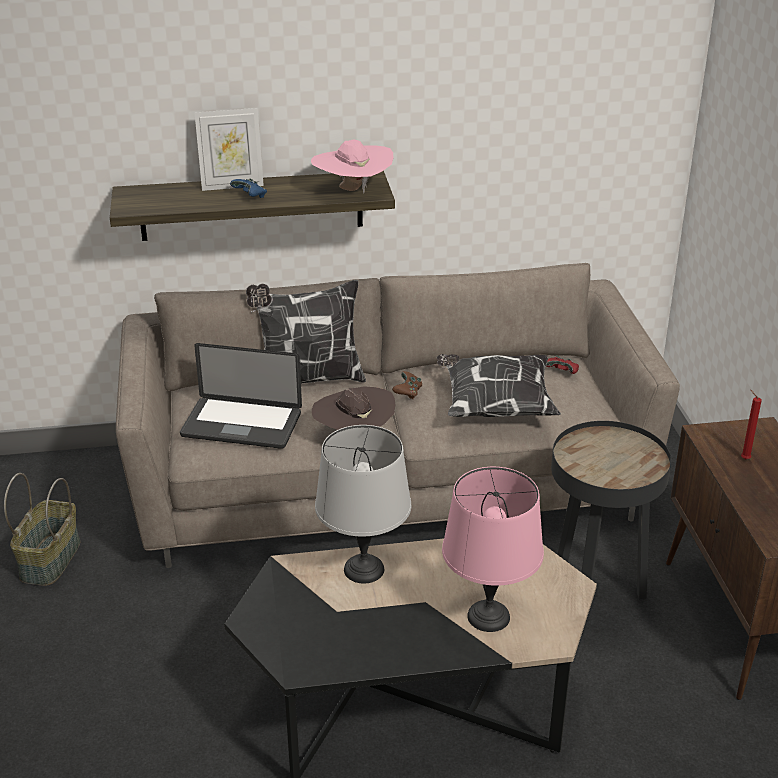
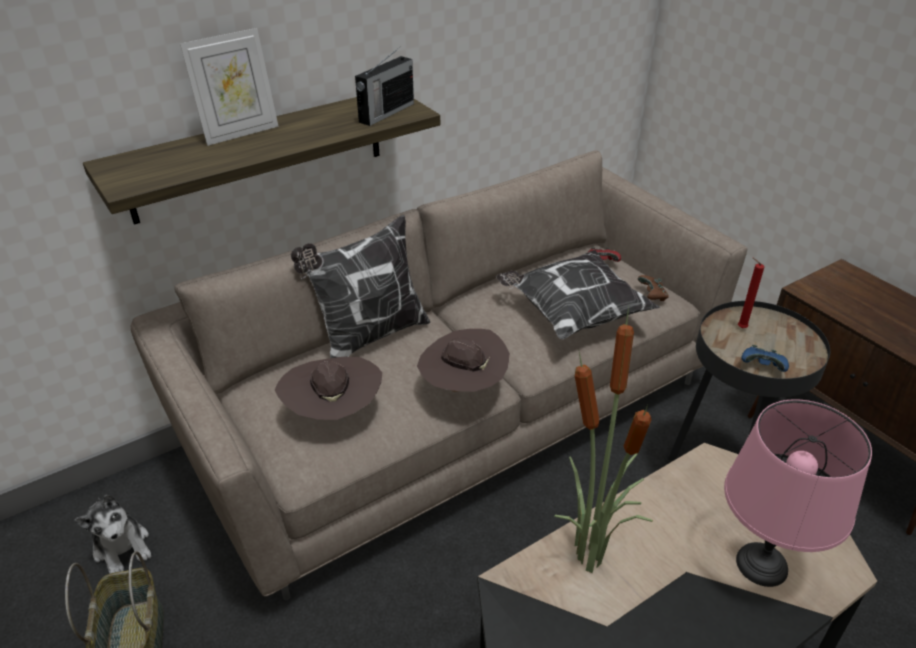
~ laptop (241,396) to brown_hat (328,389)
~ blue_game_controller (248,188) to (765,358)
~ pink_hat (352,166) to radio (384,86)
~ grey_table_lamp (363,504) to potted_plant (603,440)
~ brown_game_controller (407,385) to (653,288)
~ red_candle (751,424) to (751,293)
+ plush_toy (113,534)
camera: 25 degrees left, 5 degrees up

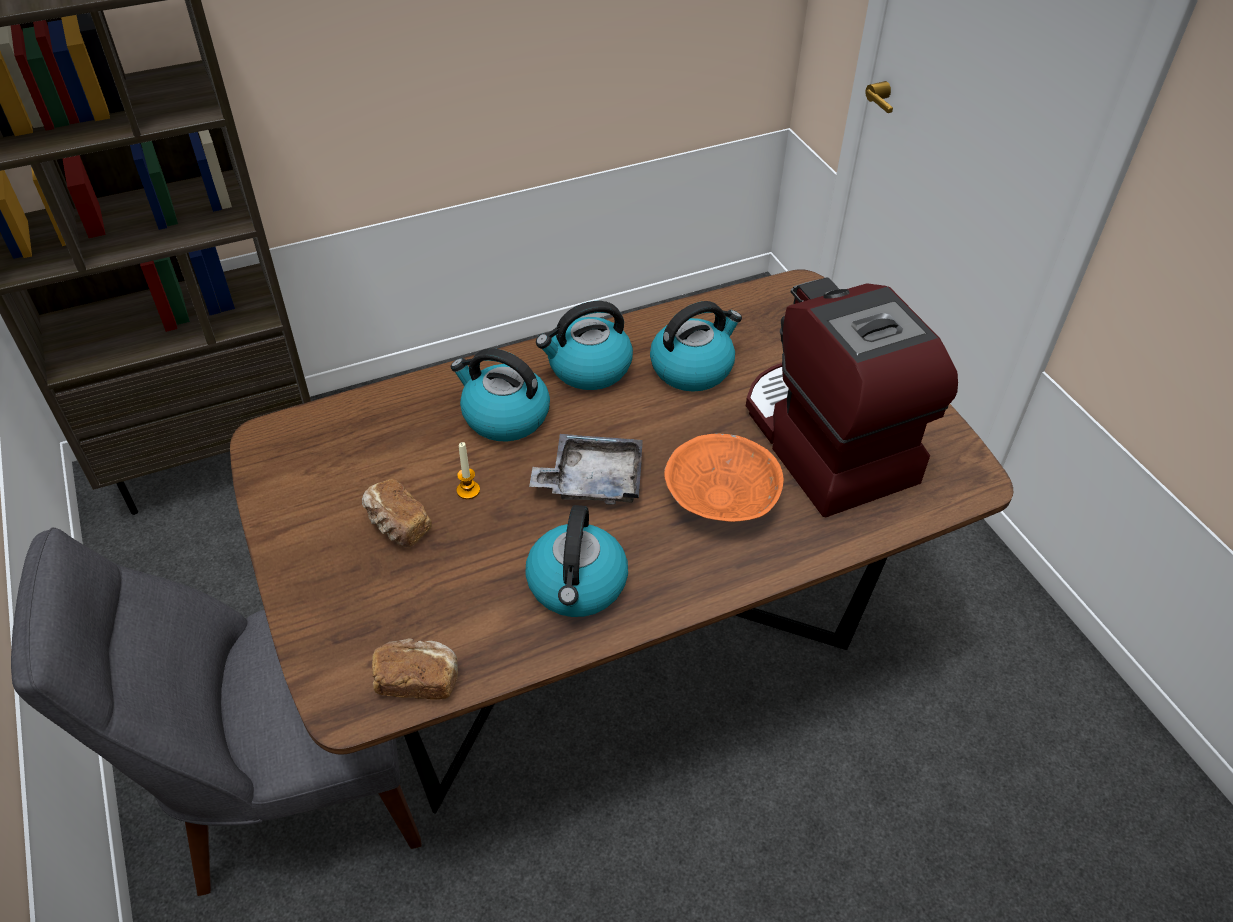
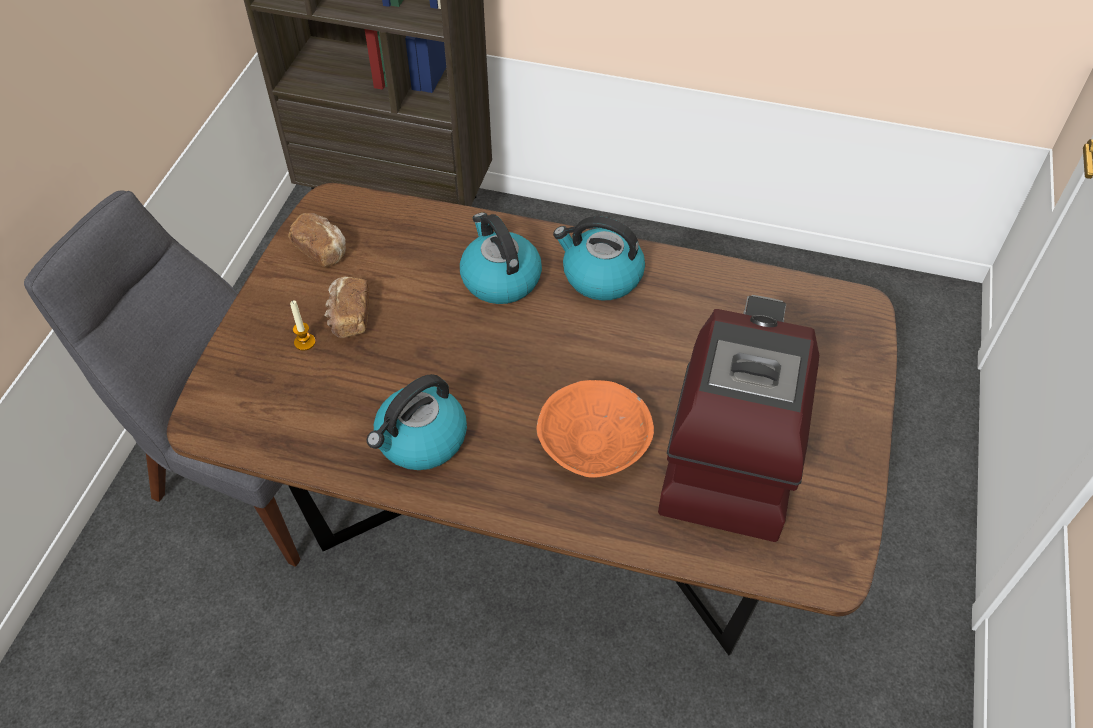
~ bread (415,669) to (317,240)
~ candle (468,470) to (303,326)
- grey_tray (586,469)
- kettle (696,346)
camera: 40 degrees right, 5 degrees up

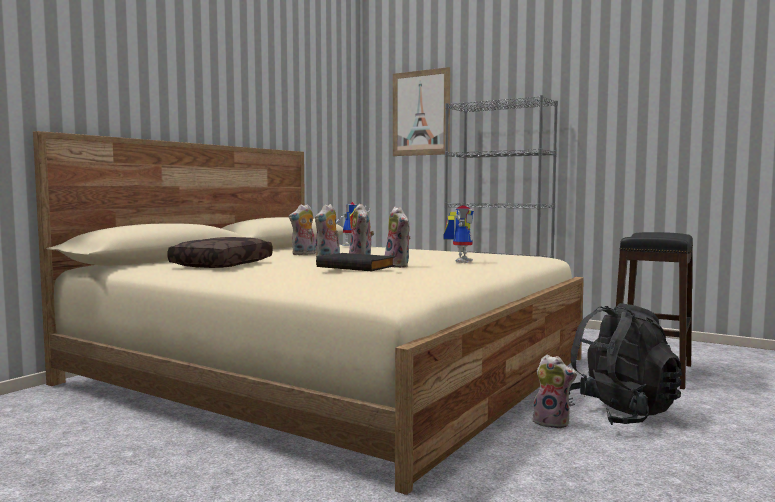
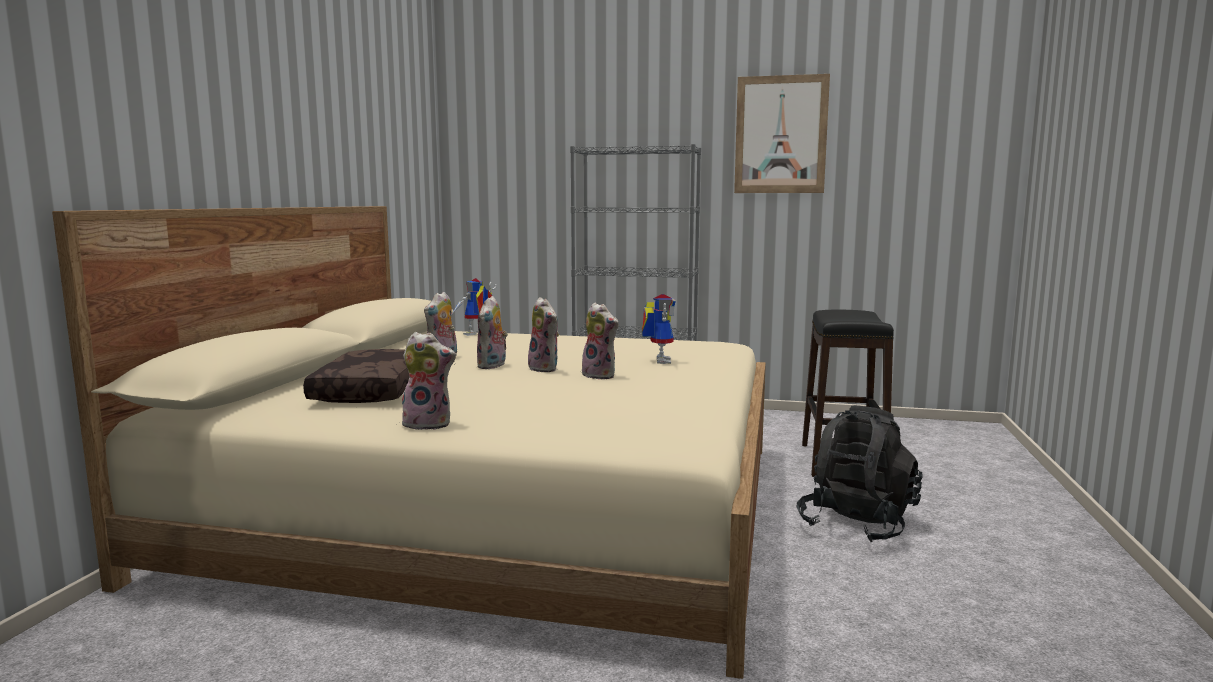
- black_book (355,262)
~ picture (421,111) to (782,133)
~ plush_toy (554,392) to (429,381)
camera: 20 degrees left, 5 degrees up

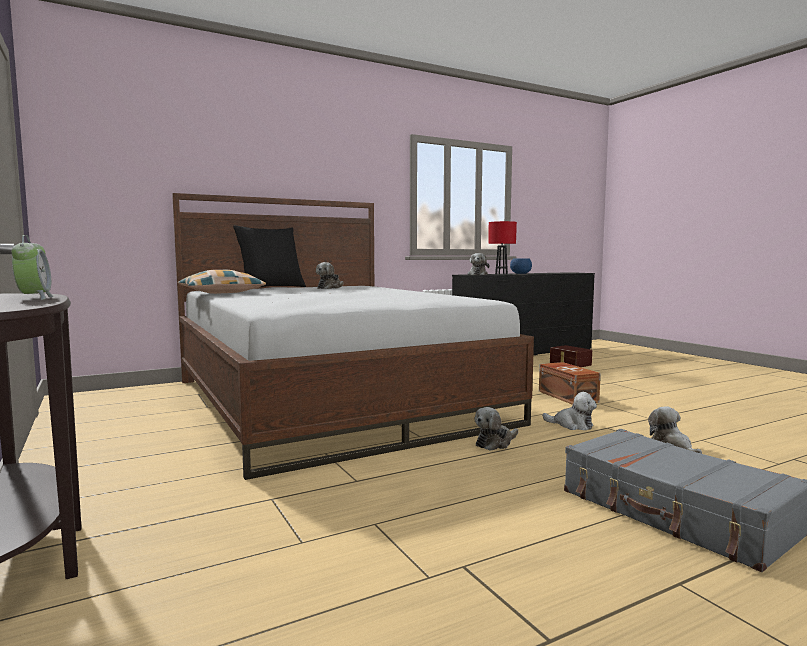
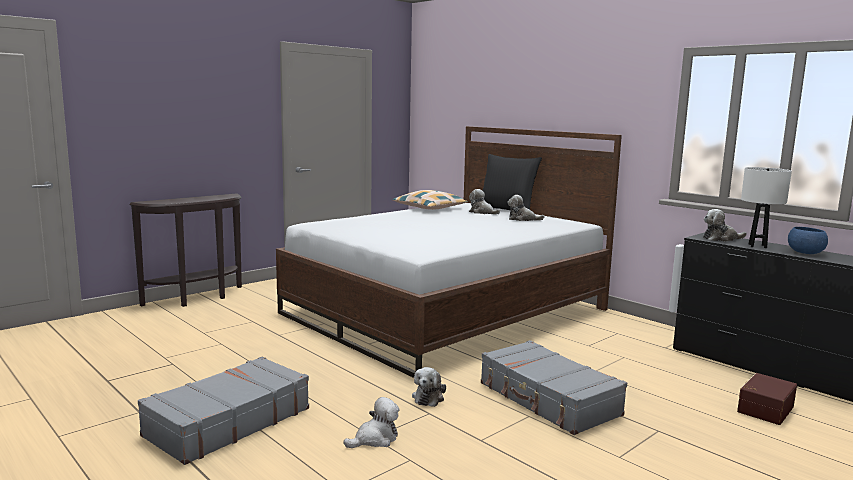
- alarm_clock (33,267)
~ plush_toy (496,429) to (484,201)
~ red_table_lamp (502,248) to white_table_lamp (766,207)
~ brown_storage_box (570,383) to grey_suitcase (554,387)
camera: 75 degrees right, 5 degrees up

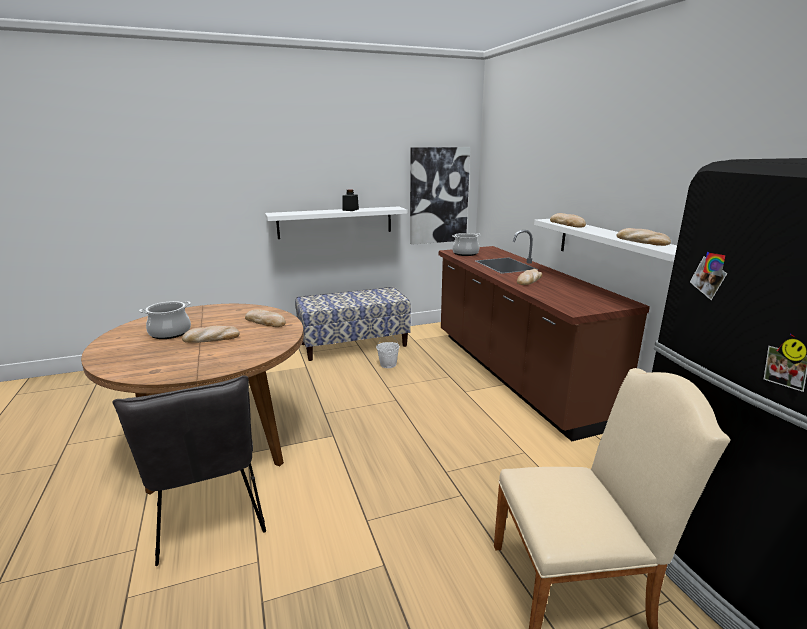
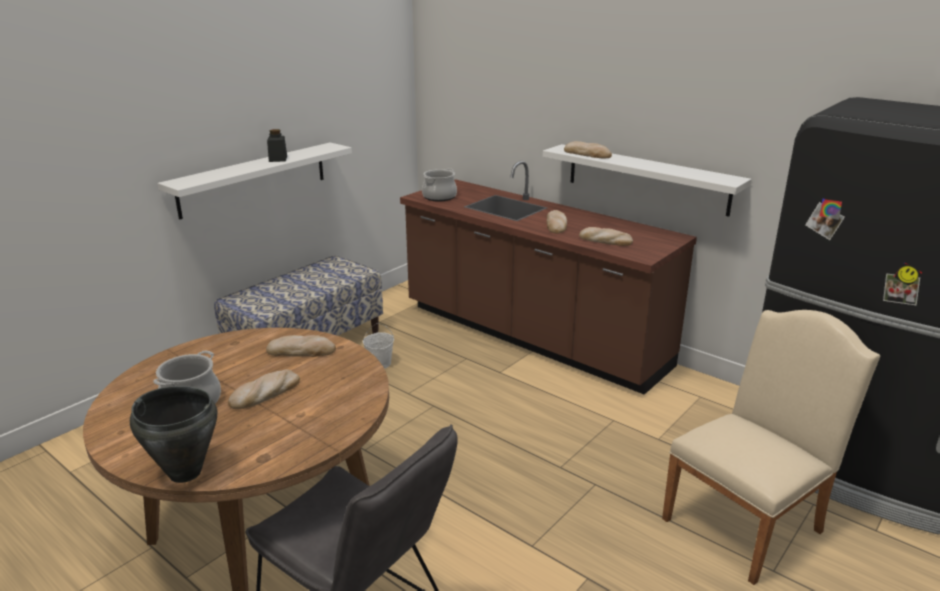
- picture (440,196)
~ bread (644,237) to (606,236)
+ black_cooking_pot (173,434)
camera: 30 degrees left, 5 degrees up

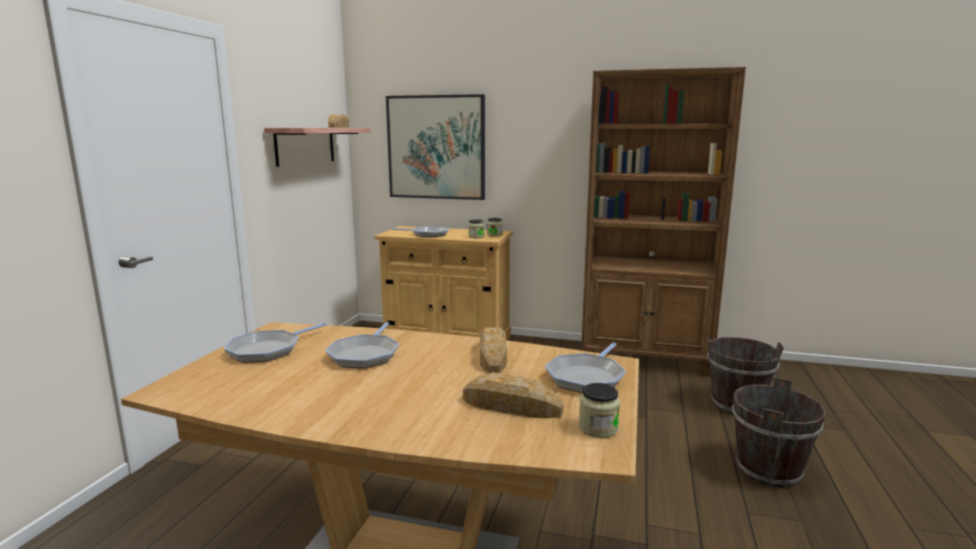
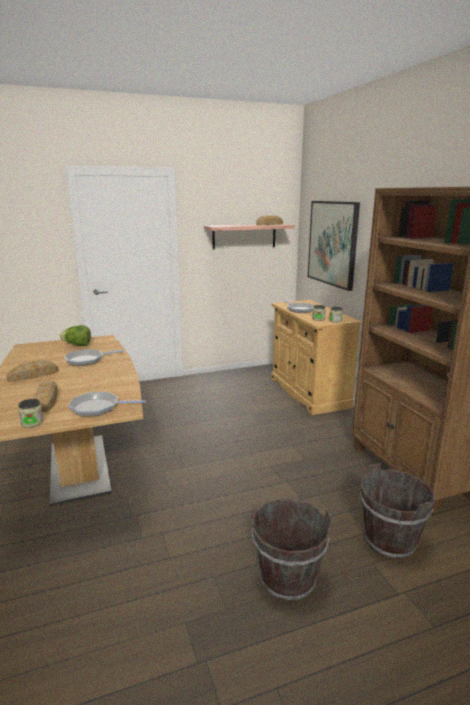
~ frying_pan (275,343) to lettuce (75,335)
~ bread (493,350) to (32,371)
camera: 55 degrees right, 5 degrees up

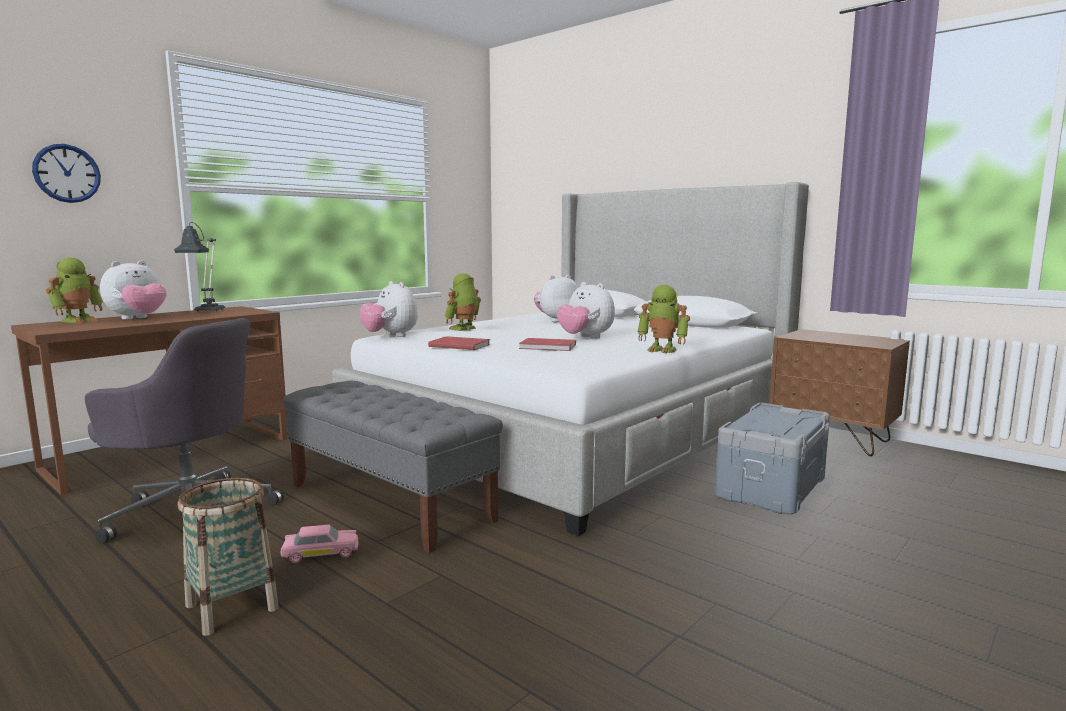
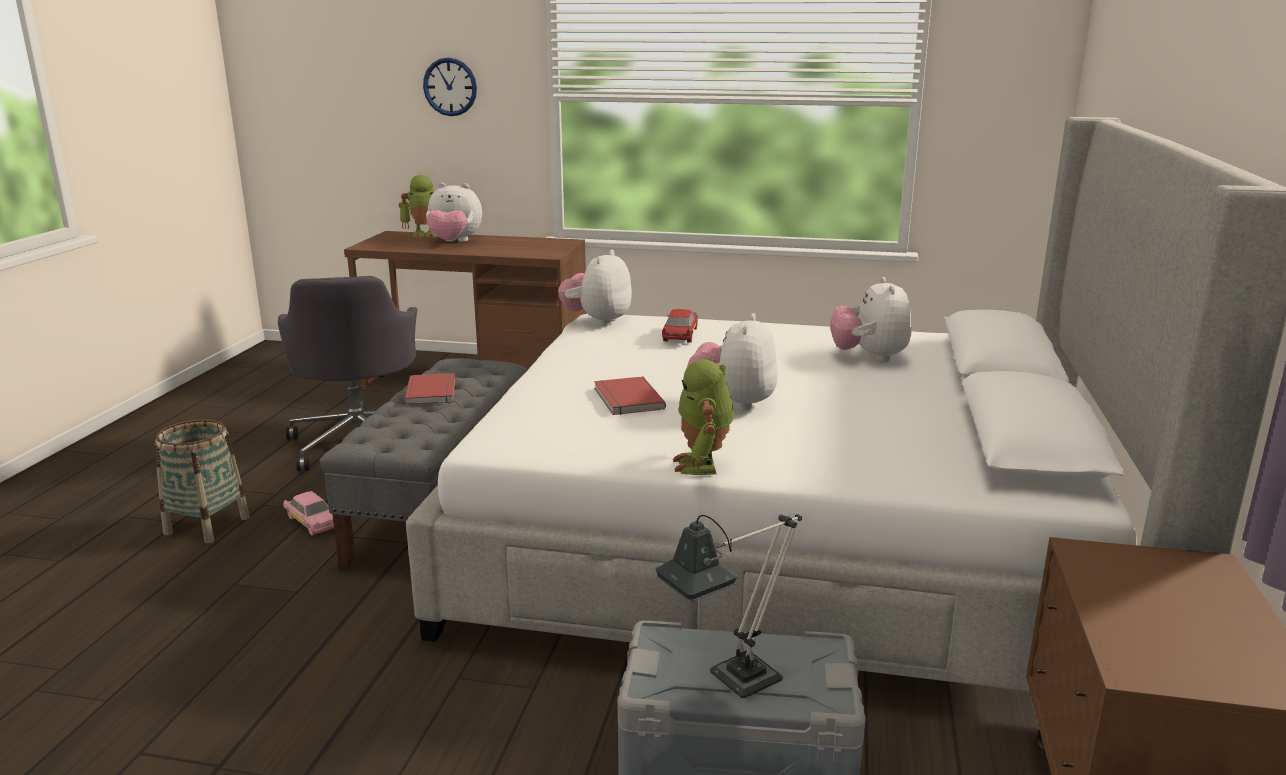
~ table_lamp (199,267) to (728,606)
~ red_book (459,343) to (430,389)
~ toy_robot (463,302) to red_toy_car (680,326)
~ plush_toy (556,298) = (870,319) 120 degrees counterclockwise
camera: 60 degrees right, 10 degrees up

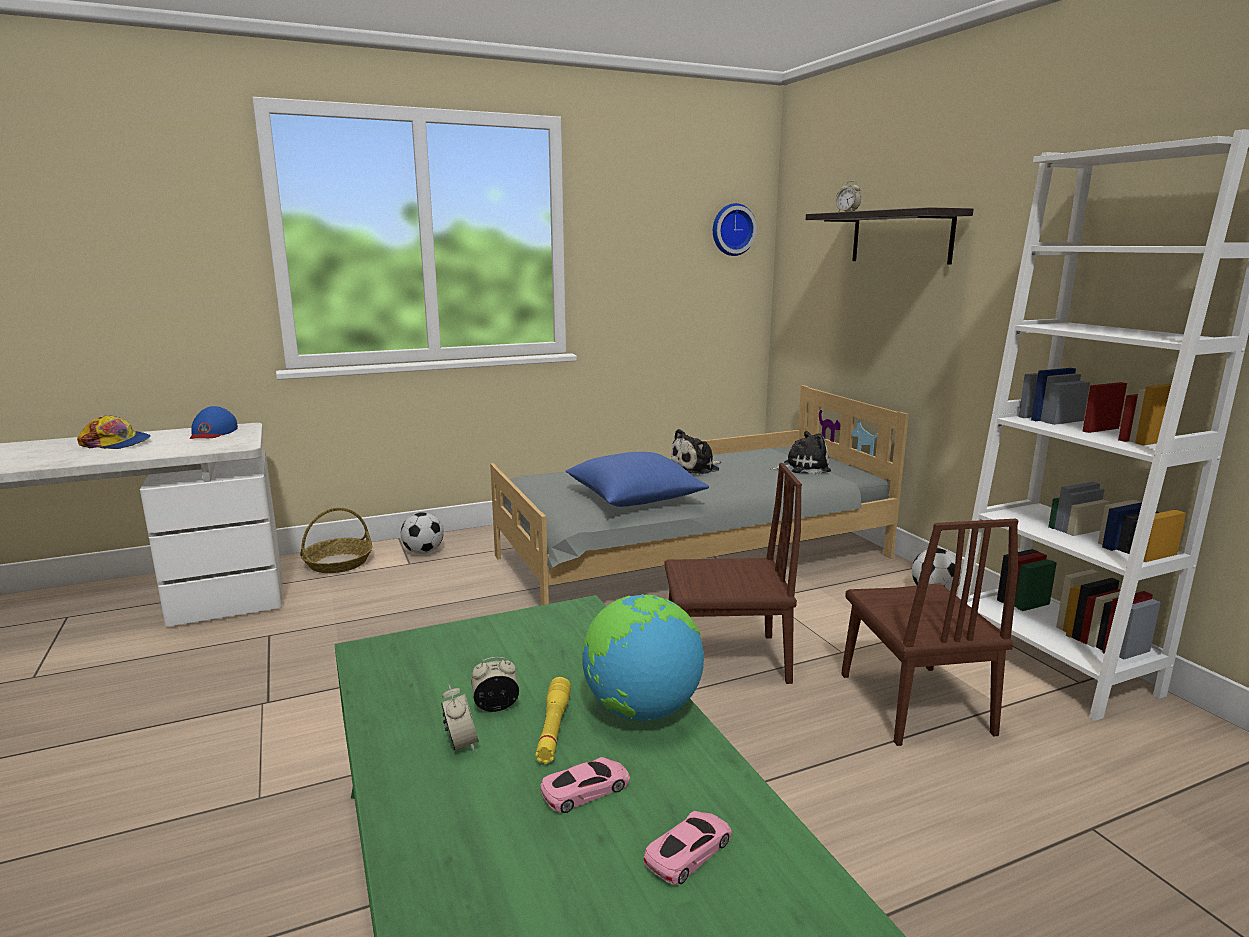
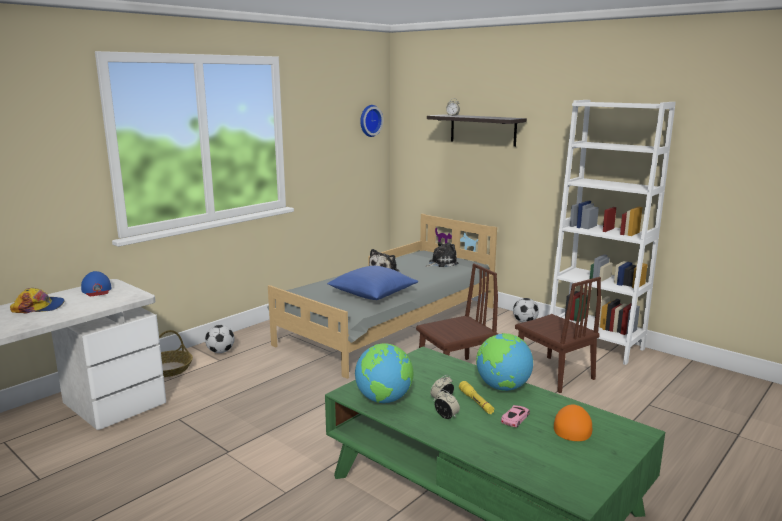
~ pink_toy_car (688,848) to orange_cap (573,423)
+ globe (384,373)
camera: 25 degrees left, 0 degrees up

